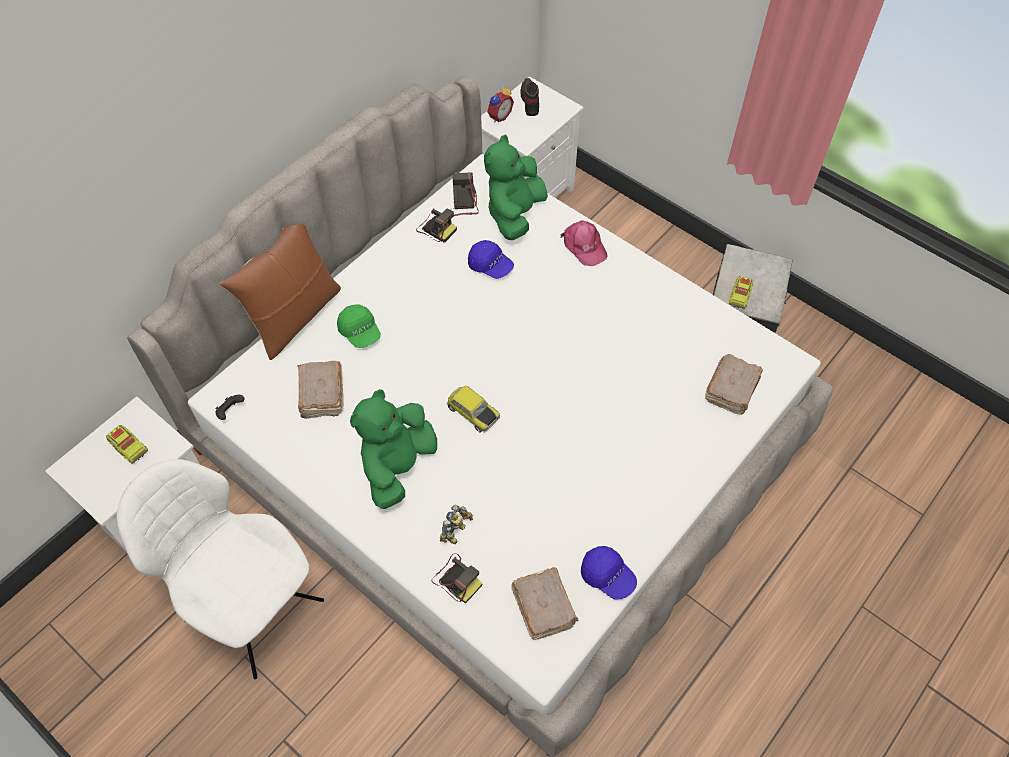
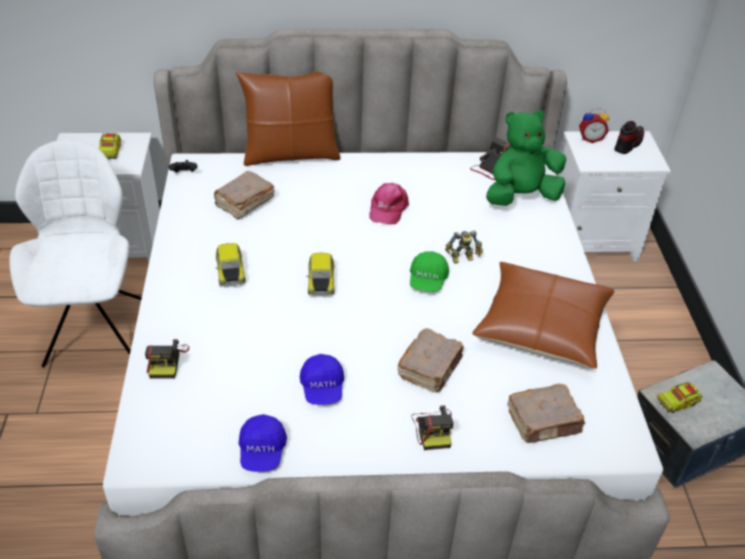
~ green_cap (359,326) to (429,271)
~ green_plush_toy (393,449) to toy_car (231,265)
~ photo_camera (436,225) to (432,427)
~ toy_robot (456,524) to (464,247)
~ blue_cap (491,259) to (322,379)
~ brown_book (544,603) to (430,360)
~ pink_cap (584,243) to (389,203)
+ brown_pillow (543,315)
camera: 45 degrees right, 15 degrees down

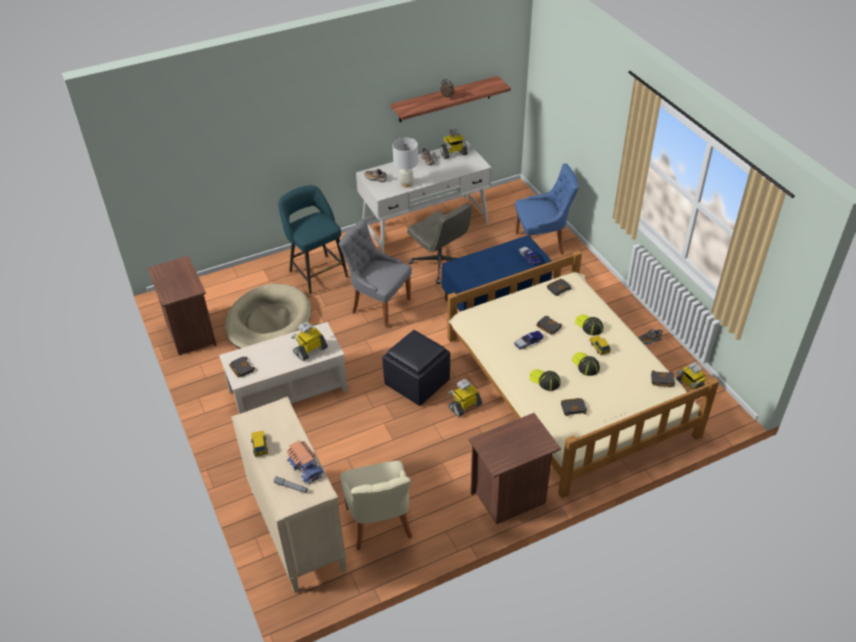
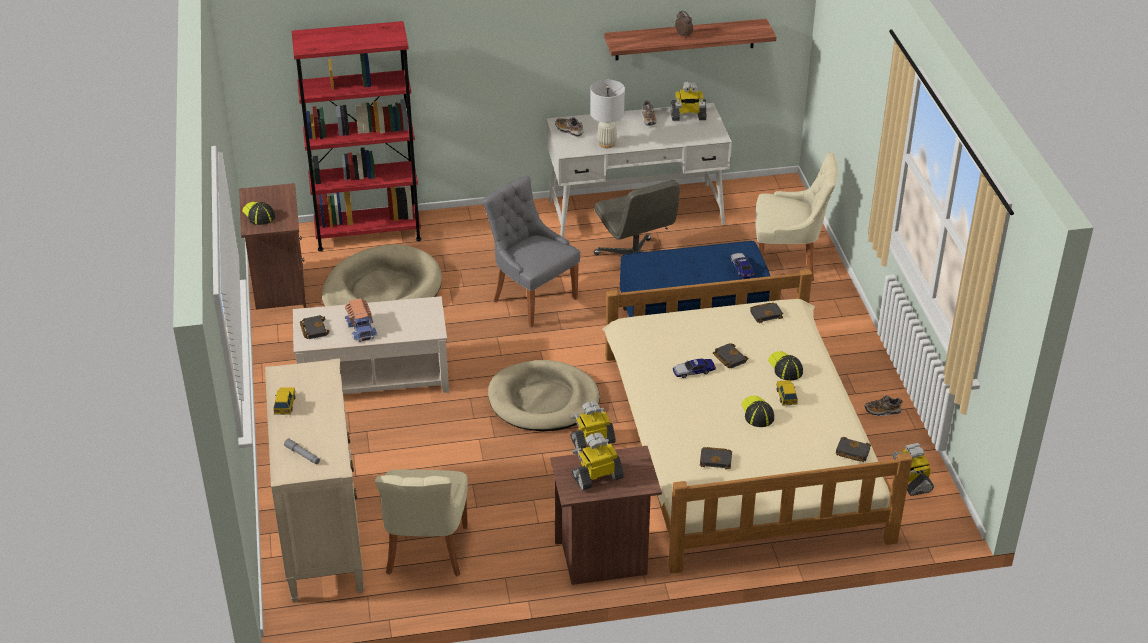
- turquoise_stool (313,239)
~ toy_truck (305,462) to (361,320)
~ toy_robot (309,341) to (598,461)
~ black_ottoman (416,368) to beige_dog_bed (544,395)
~ blue_chair (547,209) to beige_chair (796,216)
~ cap (545,380) to (258,213)
+ red_bookcase (356,136)
camera: 15 degrees right, 5 degrees down

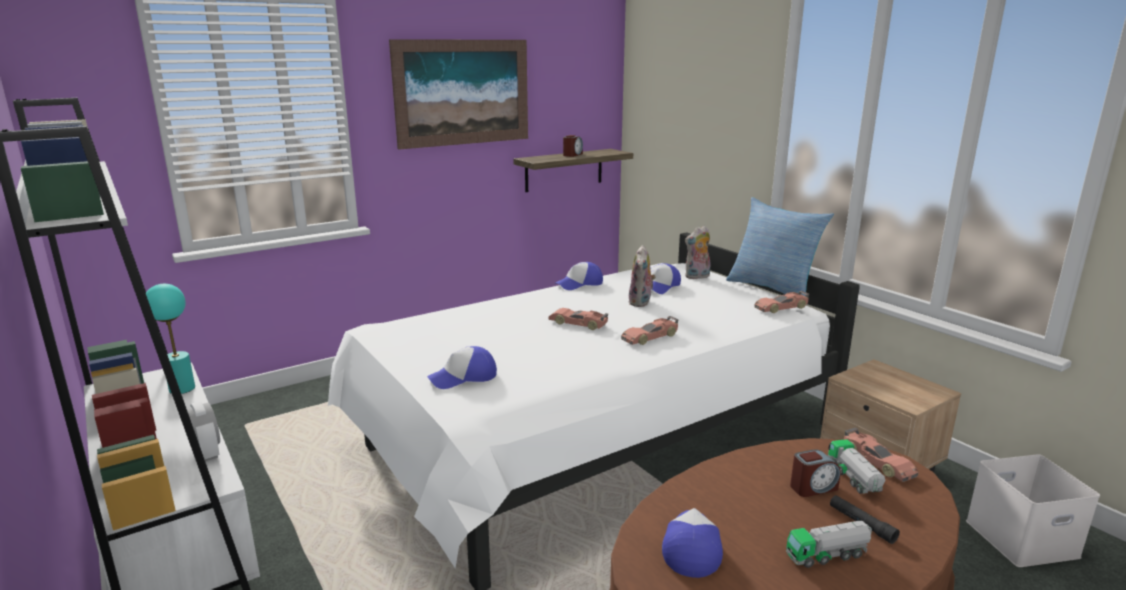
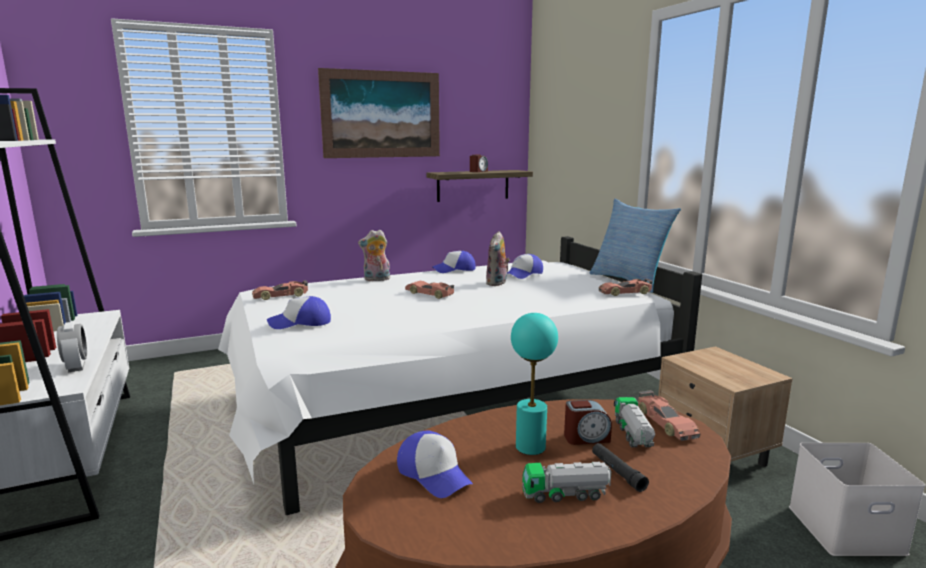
~ turquoise_table_lamp (170,339) to (534,384)
~ toy_car (649,330) to (280,290)
~ cap (692,543) = (435,464) 120 degrees clockwise
~ plush_toy (697,252) to (374,255)
camera: 10 degrees right, 5 degrees down

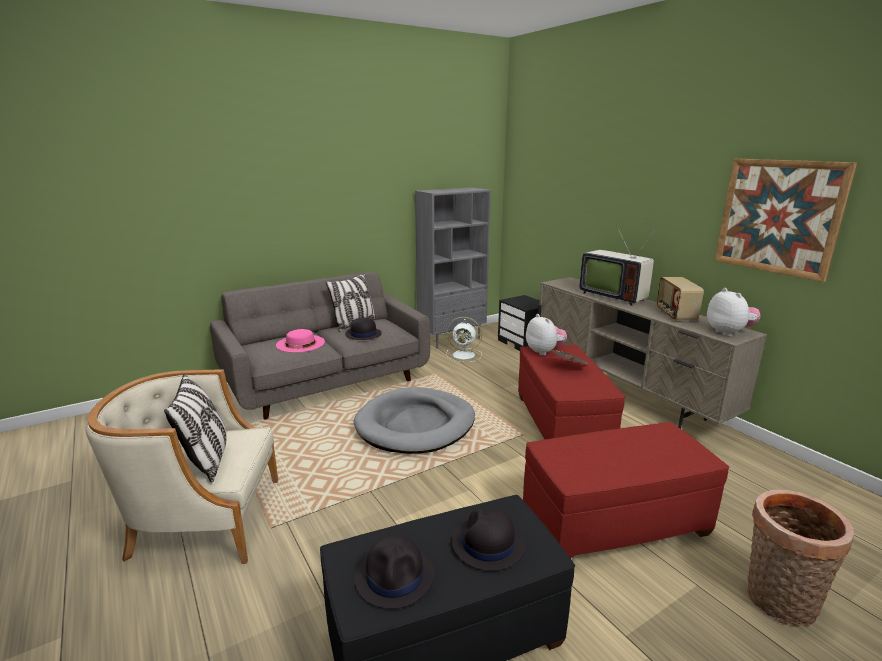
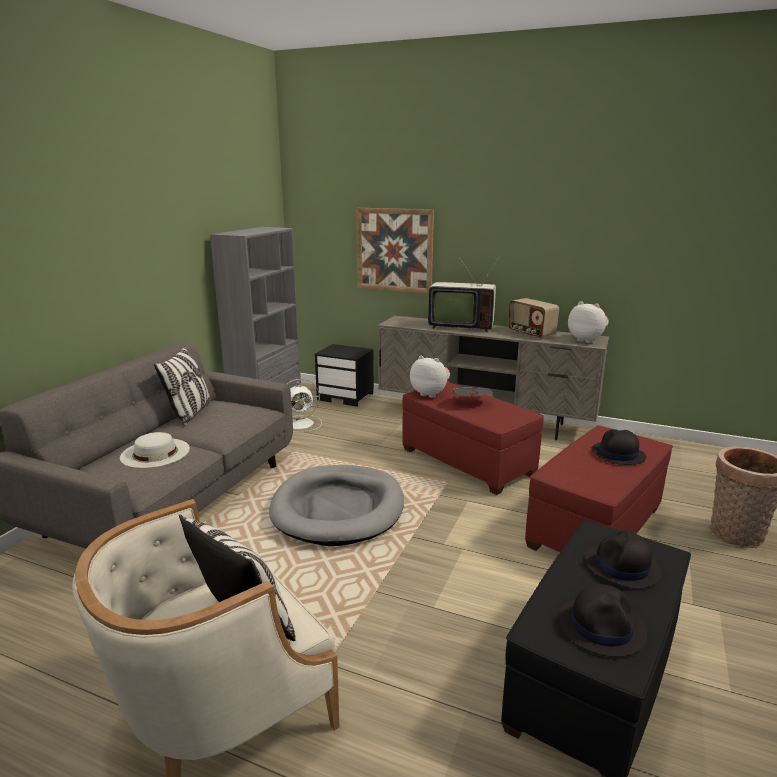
~ pink_hat (300,340) to white_hat (155,450)
~ black_hat (363,328) to (618,447)
~ picture (786,220) to (395,251)
camera: 35 degrees left, 0 degrees up

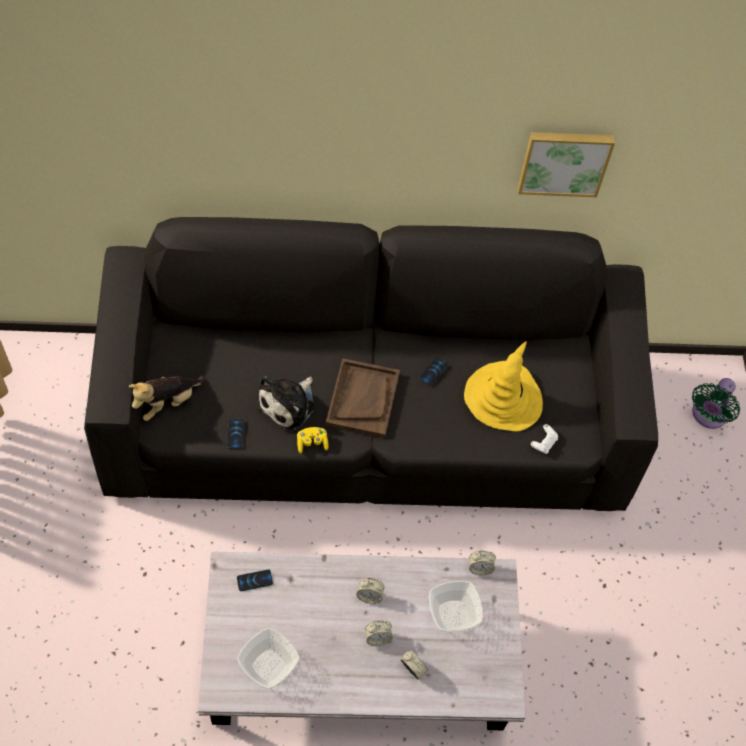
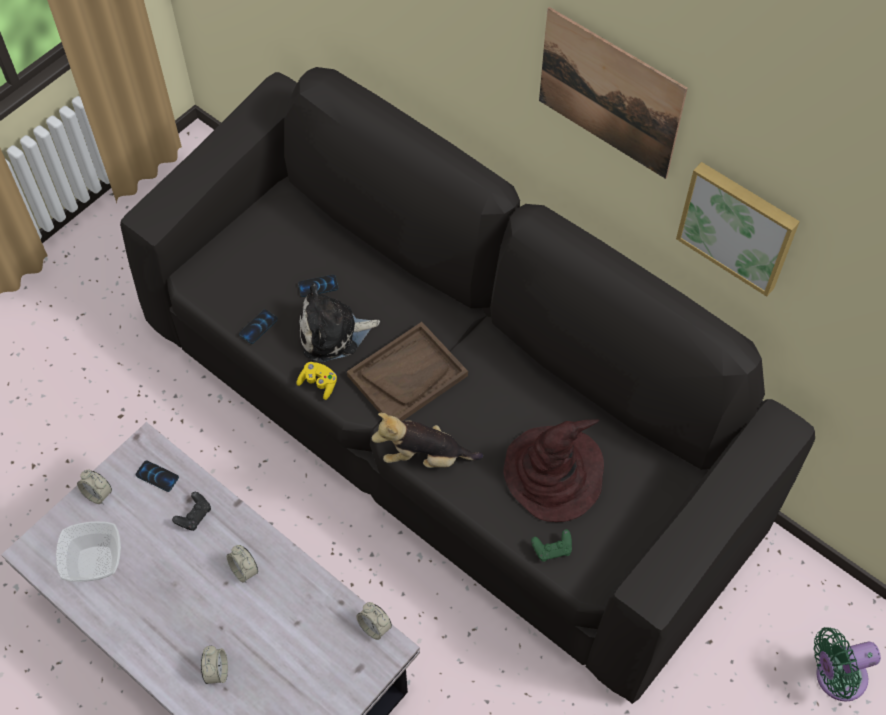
~ plush_toy (166,398) to (427,440)
~ alarm_clock (379,633) to (94,487)
~ phone (433,371) to (318,286)
- bowl (456,606)
~ yellow_hat (503,386) to brown_hat (553,470)
~ white_game_controller (544,439) to green_game_controller (551,545)
+ black_game_controller (191,511)
+ picture (613,93)
camera: 45 degrees right, 0 degrees up

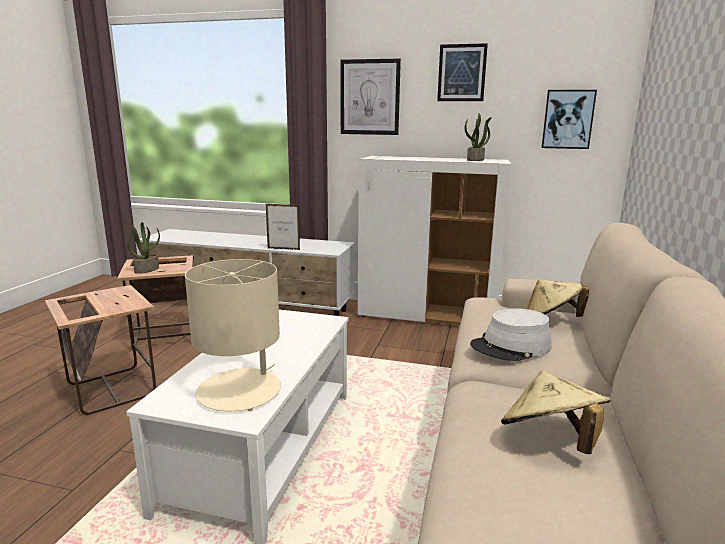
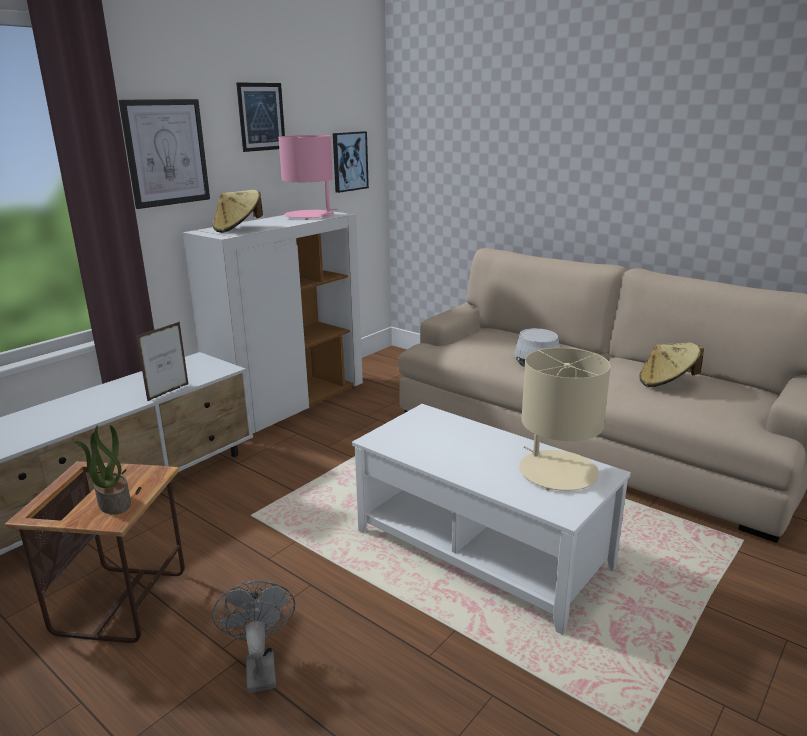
~ side_table (100,350) to grey_fan (253,636)
~ potted_plant (478,137) to pink_table_lamp (308,177)
~ beige_hat (557,298) to (237,211)
camera: 65 degrees left, 5 degrees up

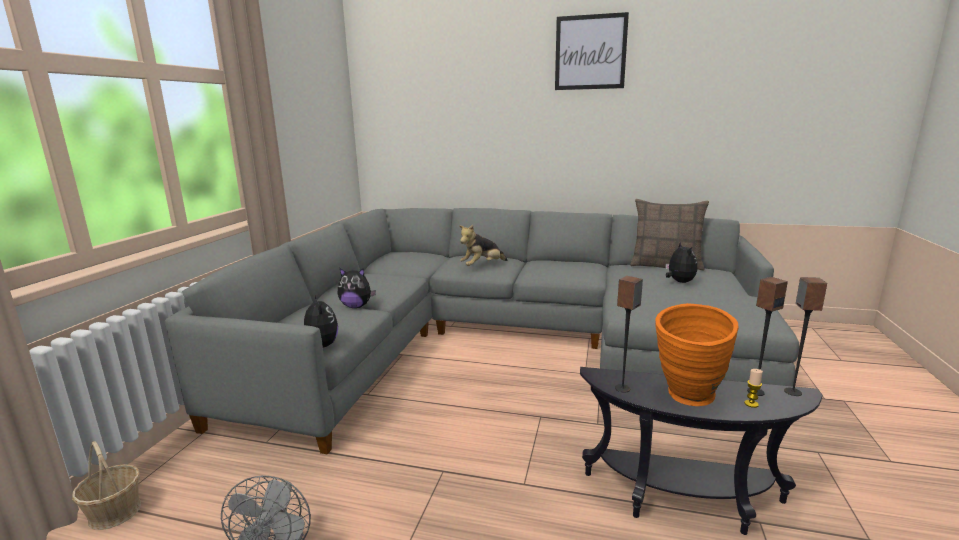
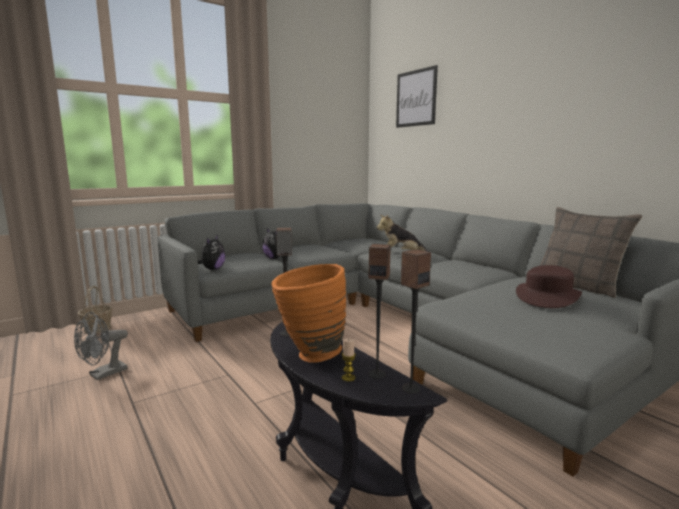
~ picture (592,51) to (417,96)
~ plush_toy (681,262) to brown_hat (549,286)
camera: 40 degrees right, 5 degrees down

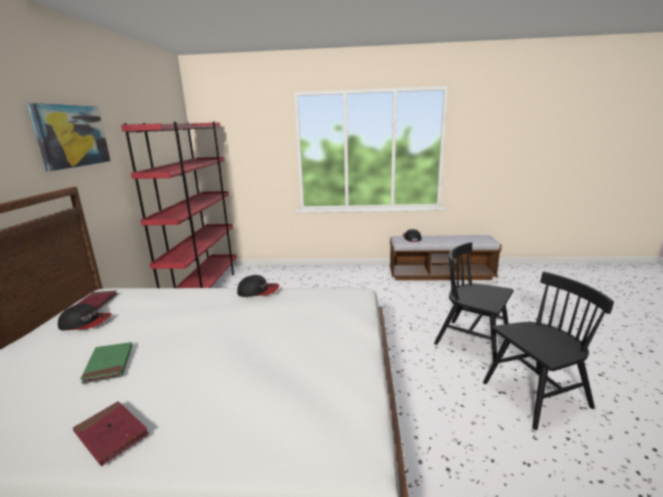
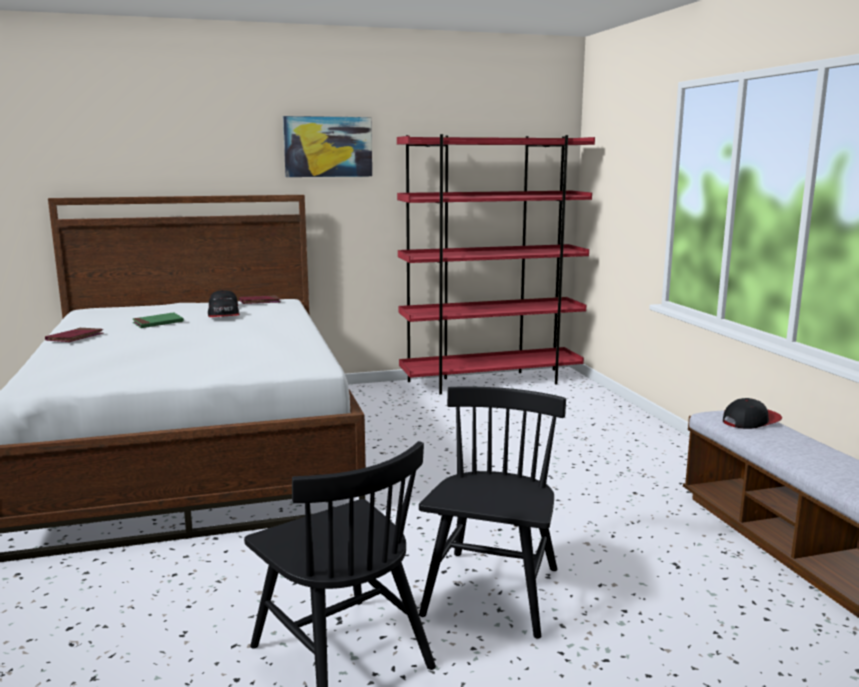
~ cap (258,286) to (224,307)
camera: 70 degrees right, 5 degrees down

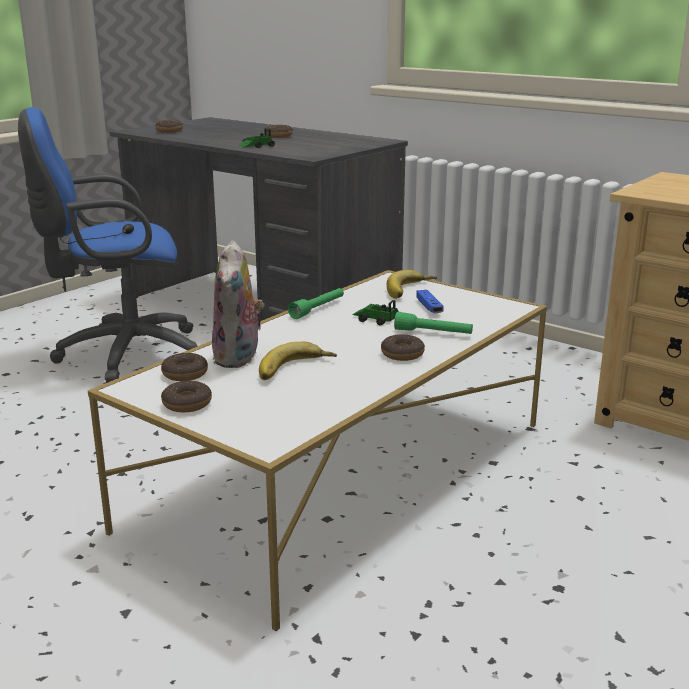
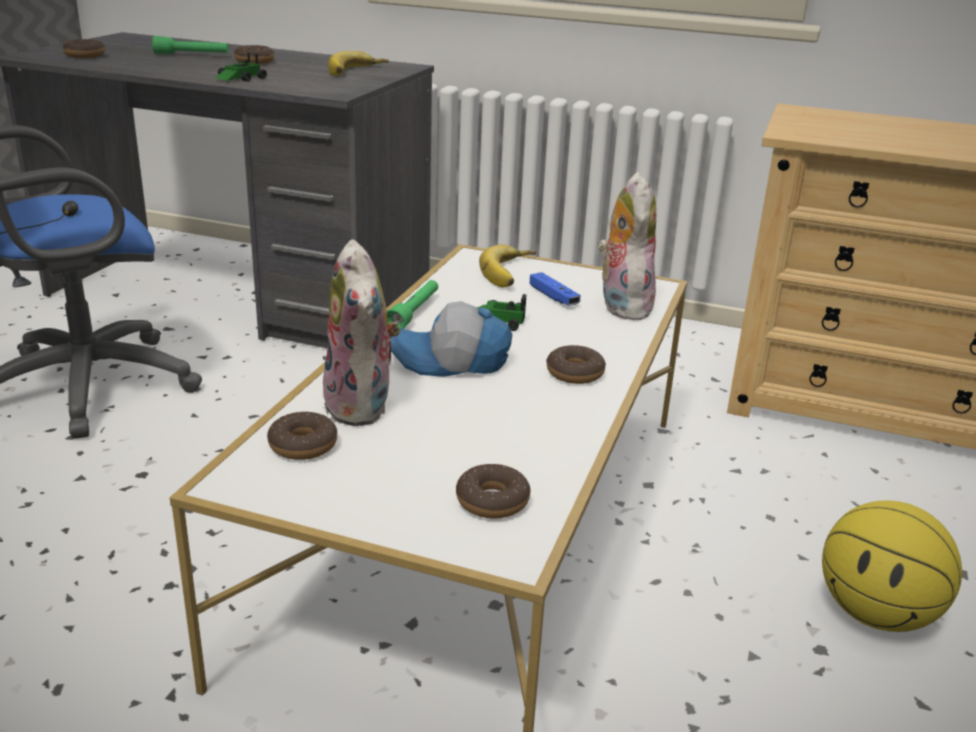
~ donut (186,396) to (493,491)
~ banana (298,361) to (358,63)
~ green_flashlight (433,323) to (190,45)
+ cap (451,339)
+ plush_toy (627,246)
+ basketball (892,566)
camera: 20 degrees left, 5 degrees up

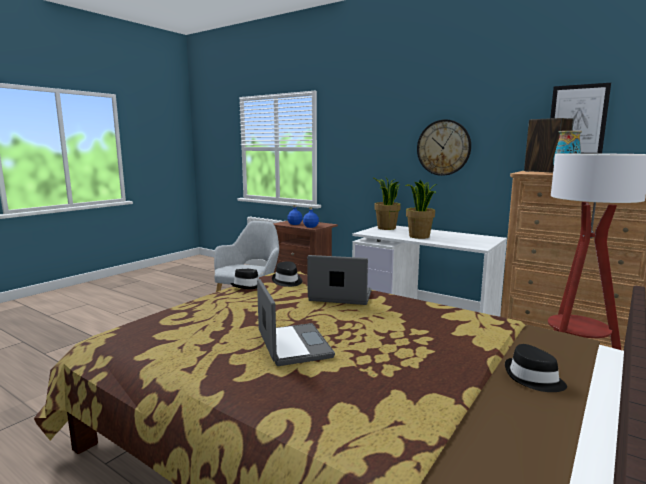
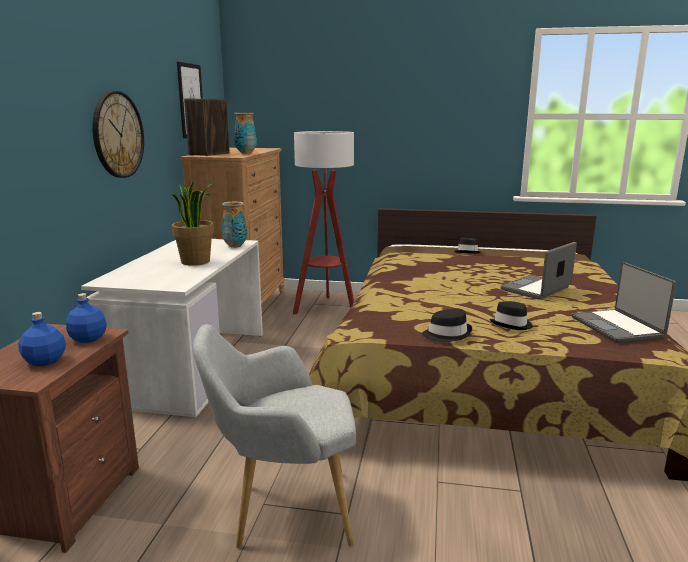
~ black_hat (287,274) to (511,315)
~ laptop (339,280) to (623,302)
- potted_plant (386,203)
+ vase (234,225)
camera: 115 degrees left, 5 degrees up

